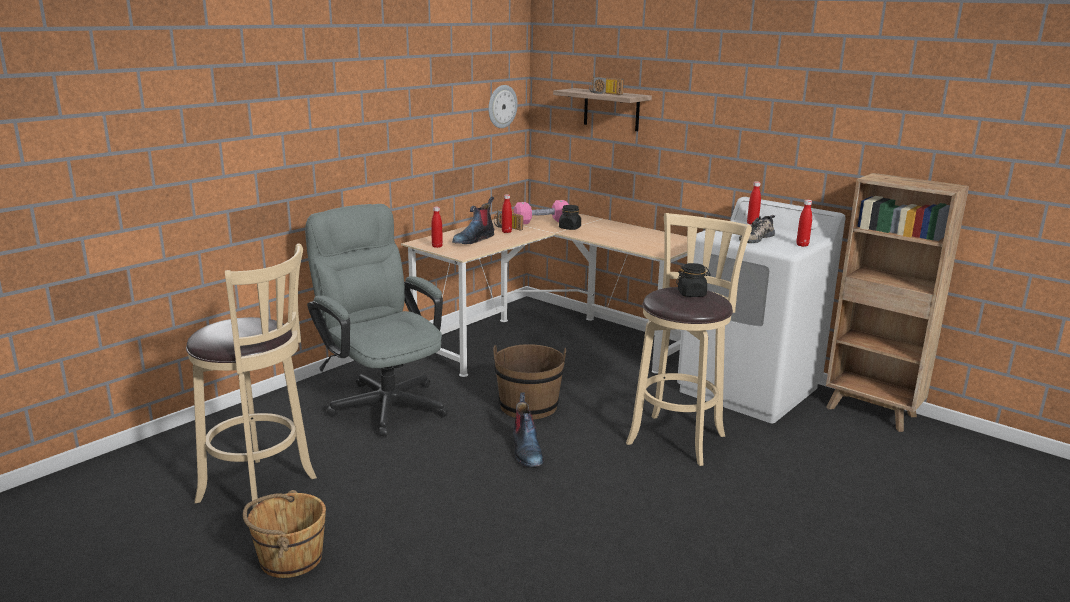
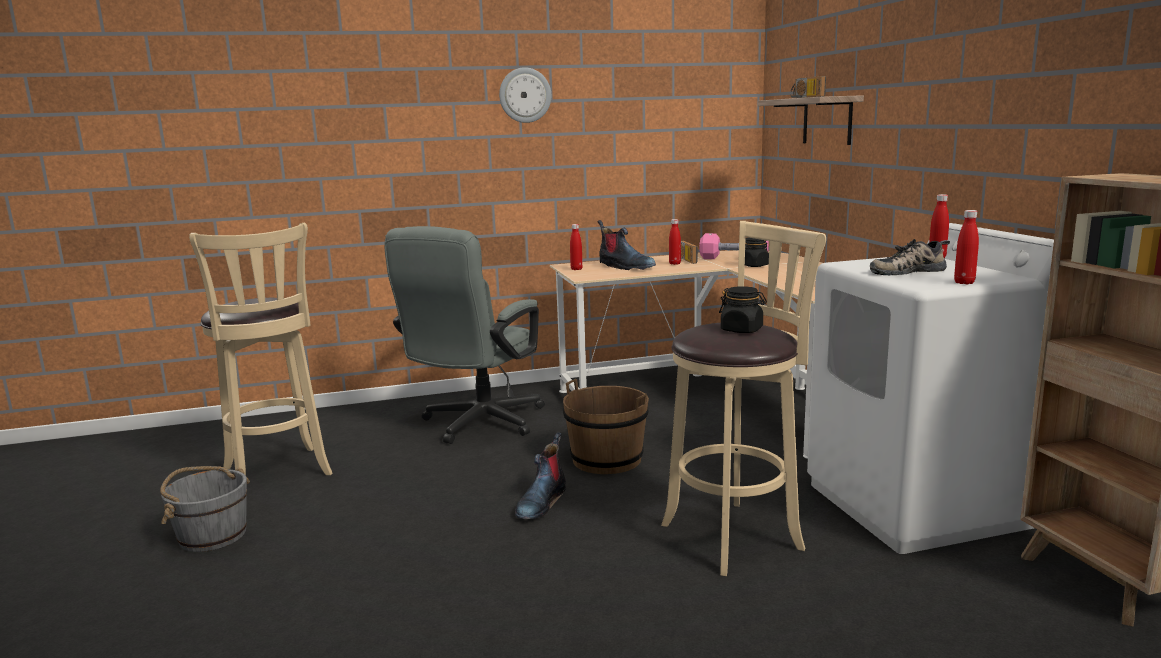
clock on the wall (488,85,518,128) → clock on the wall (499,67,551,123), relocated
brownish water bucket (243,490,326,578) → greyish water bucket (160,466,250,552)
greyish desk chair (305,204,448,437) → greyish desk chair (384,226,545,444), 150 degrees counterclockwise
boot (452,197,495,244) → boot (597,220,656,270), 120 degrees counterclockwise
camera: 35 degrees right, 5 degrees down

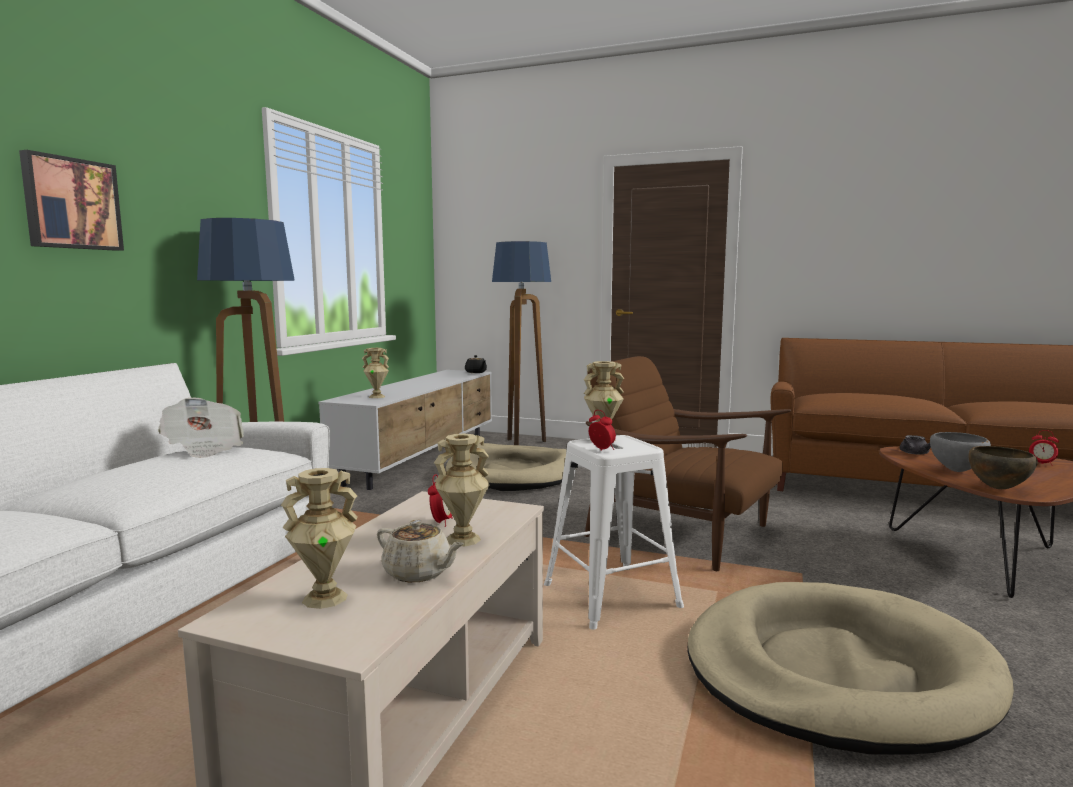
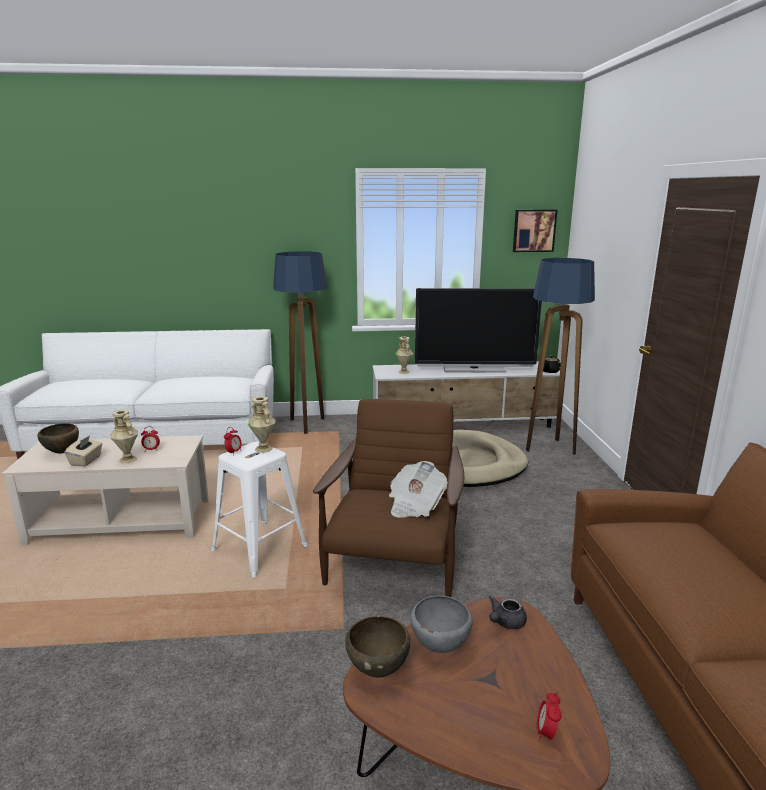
beige dog cushion (687,582,1014,755) → -
- → television (415,288,542,373)
wall picture (19,150,124,251) → wall picture (513,210,557,252), relocated
printed paper (158,398,244,458) → printed paper (389,461,448,518), relocated
beige vase (281,468,358,609) → brownish serving bowl (37,423,79,454)
beige teapot (377,520,464,582) → beige box of tissues (64,435,102,466)
camera: 65 degrees right, 10 degrees up

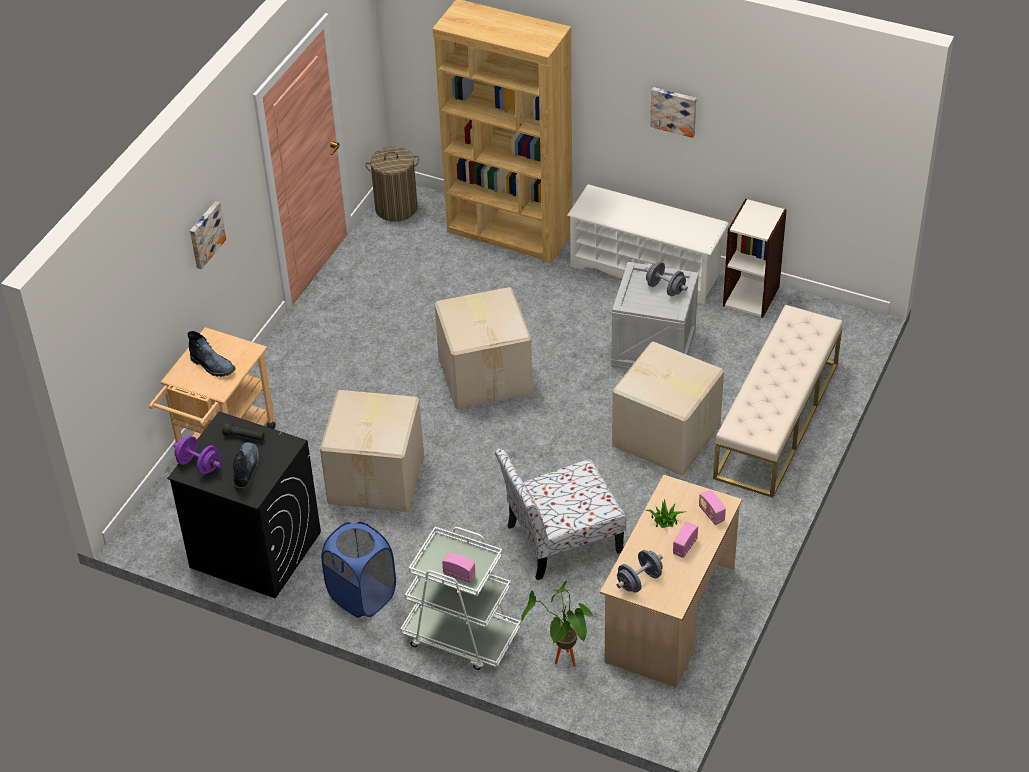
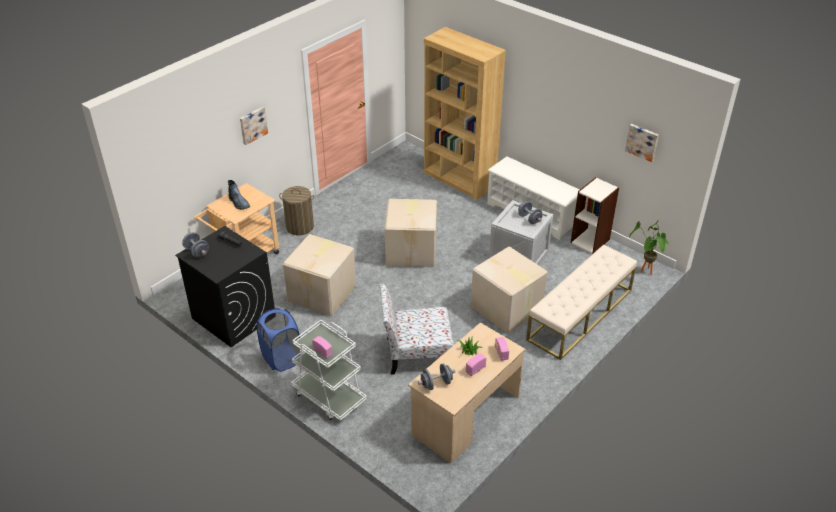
boot (233,442,259,492) → -
laundry basket (365,146,419,222) → laundry basket (279,186,314,235), relocated
plant in a pot (521,581,595,667) → plant in a pot (629,220,669,275), relocated
wall picture (650,87,697,138) → wall picture (625,124,659,162), relocated
purplish dumbbell (174,436,221,475) → greyish dumbbell (182,232,209,258)
camera: 15 degrees right, 5 degrees down

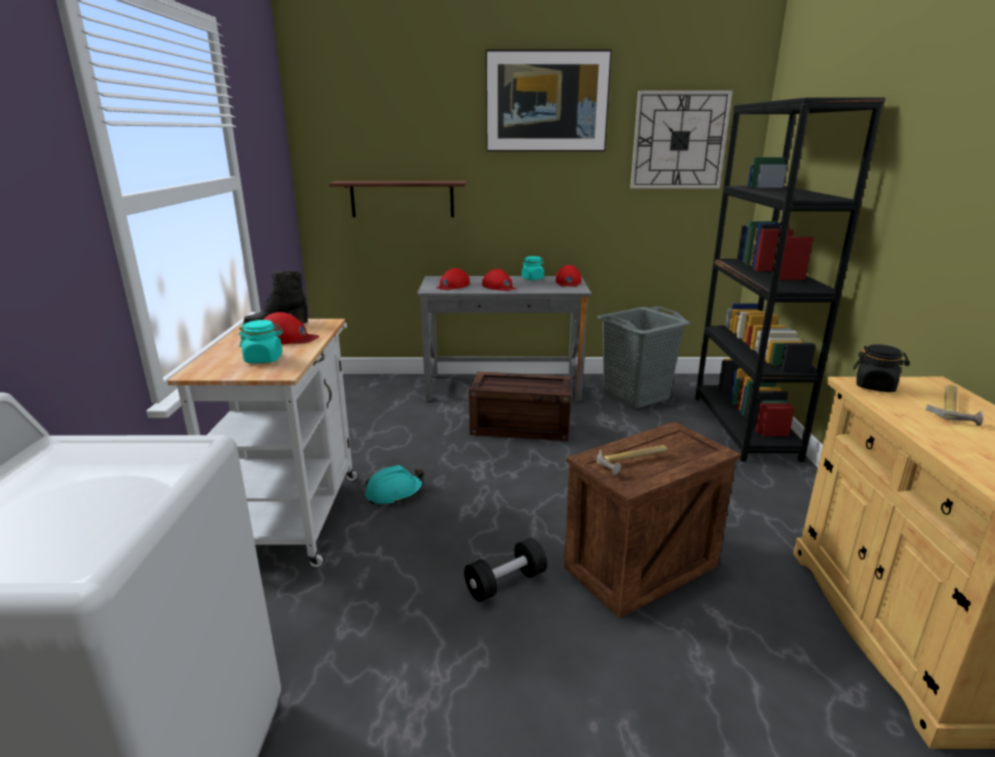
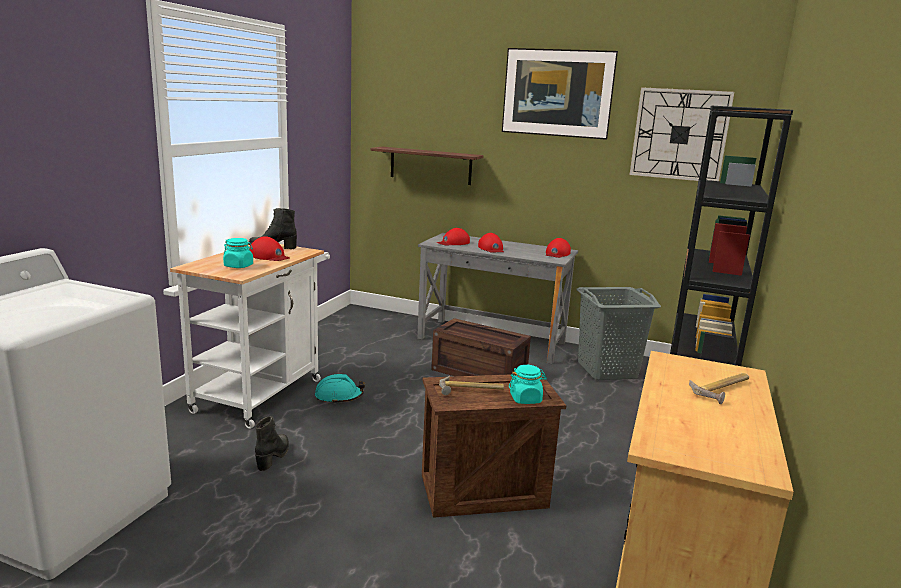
black-coloured dumbbell (464,538,547,602) → -
black-coloured storage jar (854,344,909,392) → -
- → black-coloured boot (255,416,289,471)
turquoise-coloured storage jar (522,256,544,280) → turquoise-coloured storage jar (509,365,547,404), relocated
camera: 20 degrees right, 5 degrees down

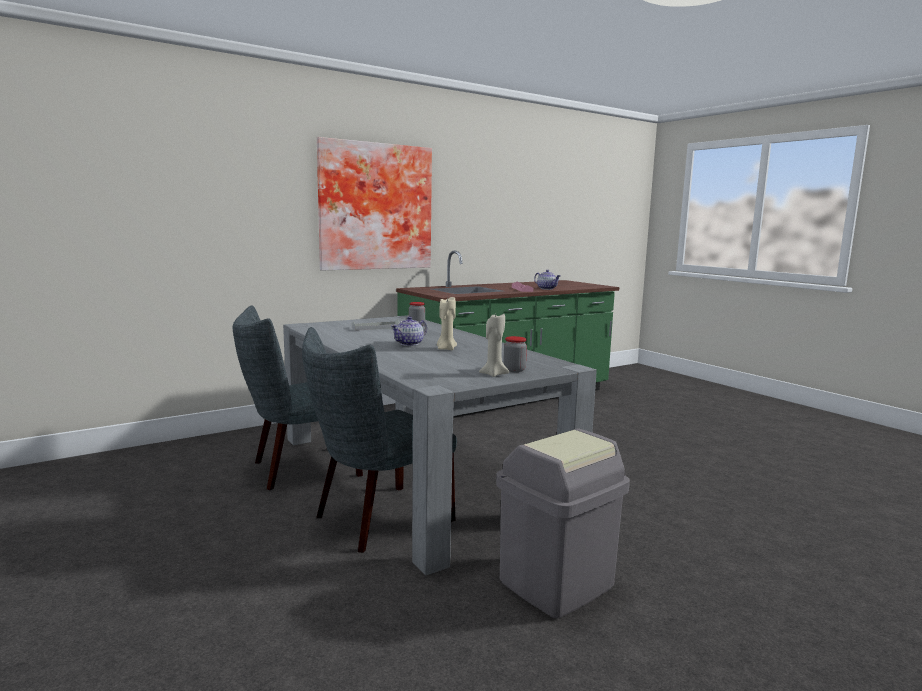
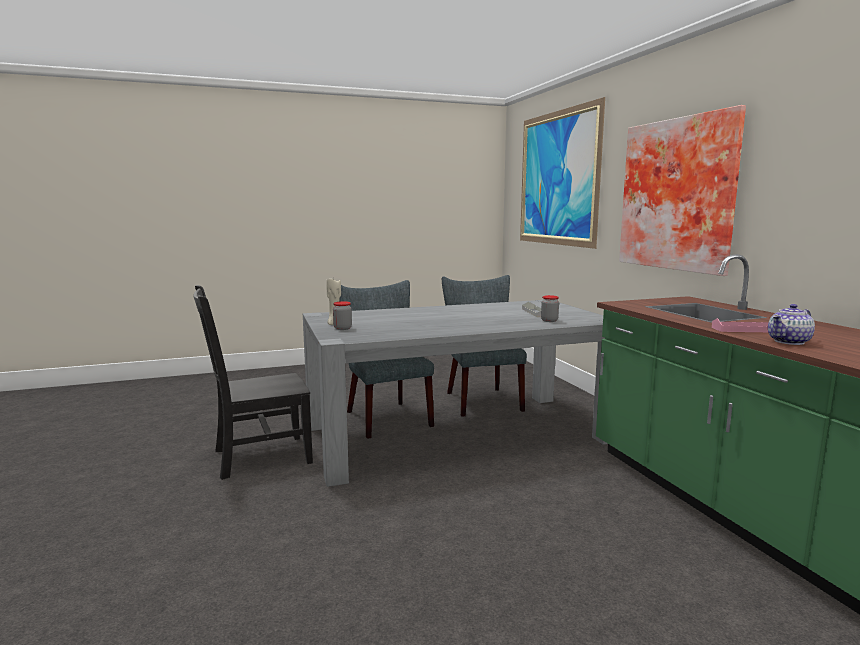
teapot (391,316,427,346) → -
beige wax light (437,297,457,350) → -
- → wall picture (520,97,605,249)
greyish trash can (496,429,630,618) → black-coloured plain chair (193,285,313,480)
camera: 105 degrees right, 0 degrees up

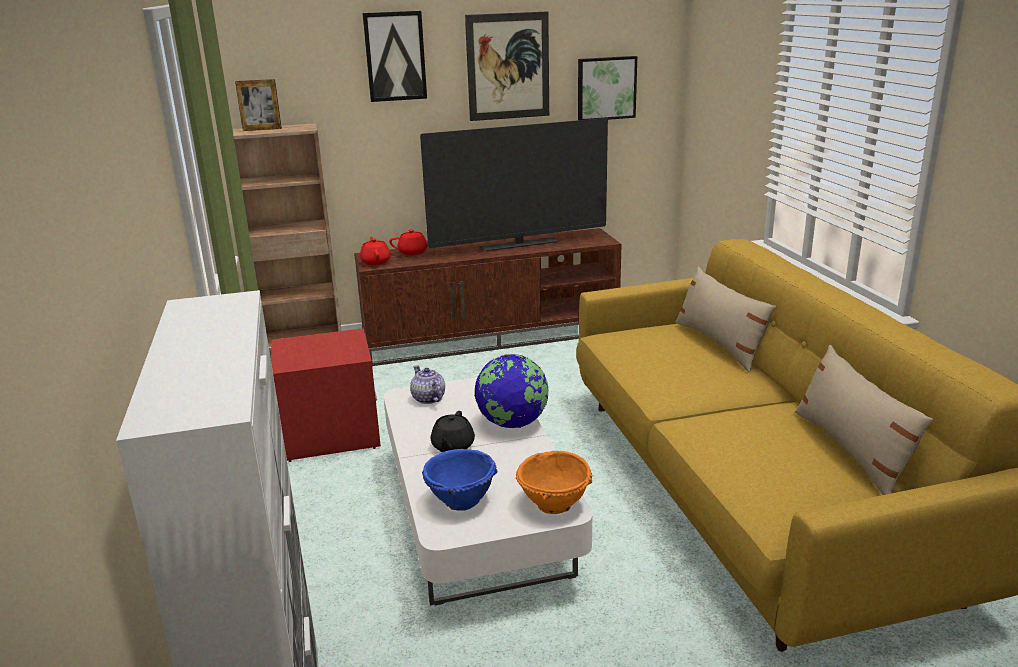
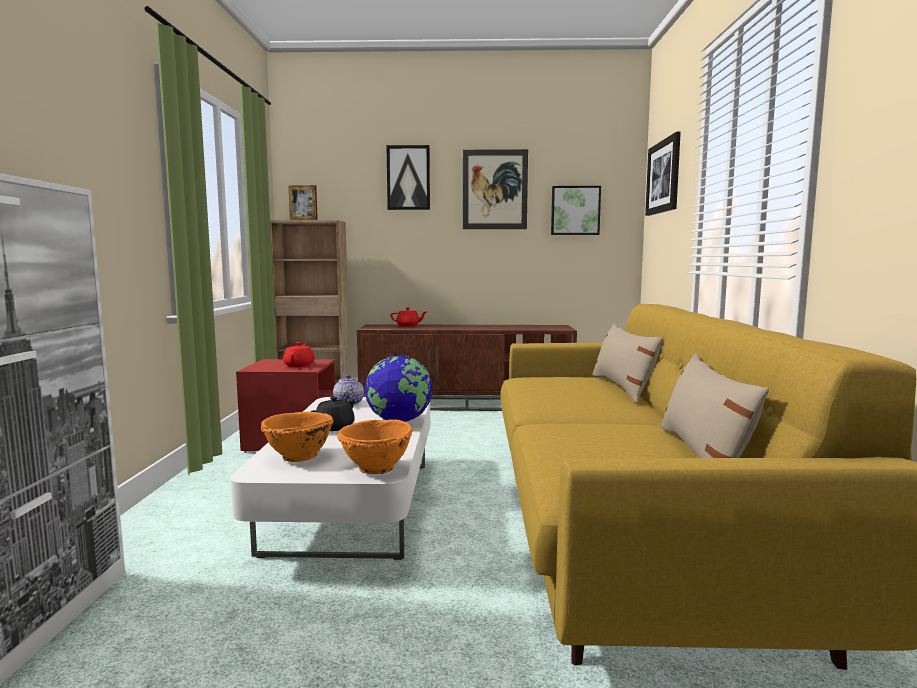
television (420,118,608,251) → -
- → wall picture (645,131,681,216)
reddish teapot (360,237,391,265) → reddish teapot (283,342,315,367), relocated
bluish serving bowl (422,449,497,511) → orange serving bowl (261,412,334,462)
camera: 15 degrees right, 15 degrees down

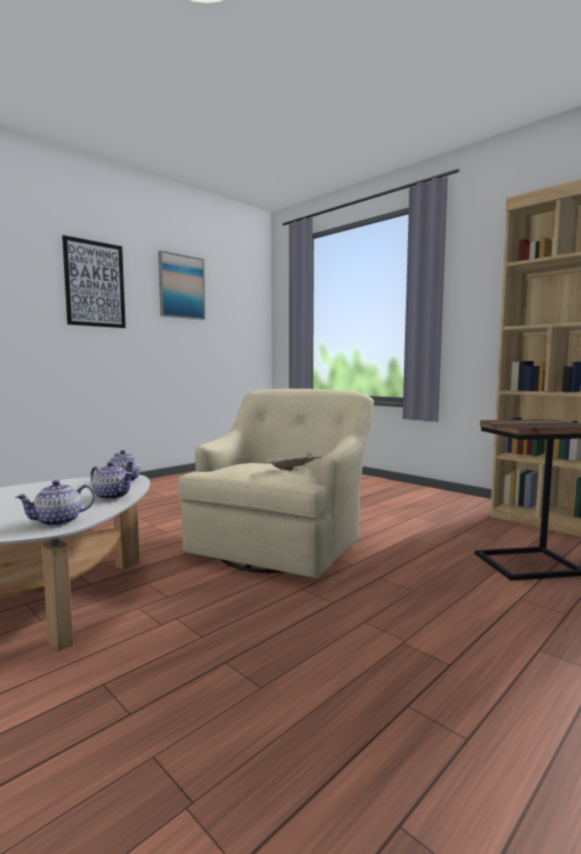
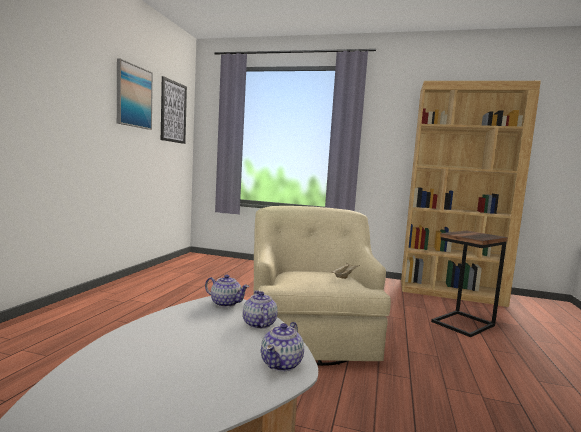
wall picture (62,235,126,328) → wall picture (161,76,187,144), relocated
teapot (90,462,133,500) → teapot (243,291,278,329), 105 degrees counterclockwise
camera: 30 degrees left, 0 degrees up

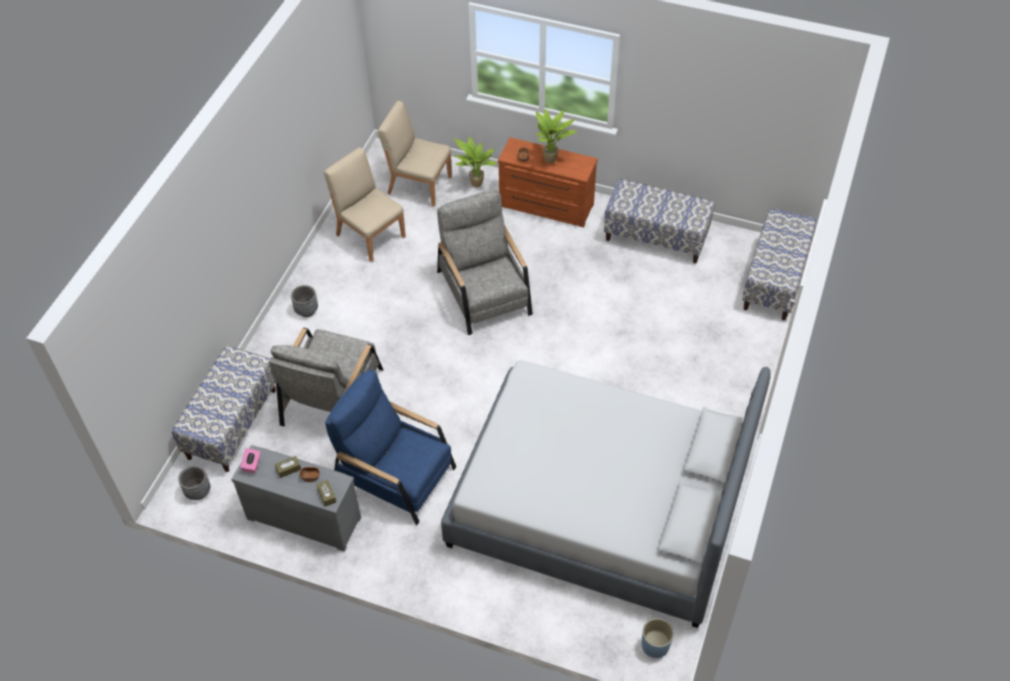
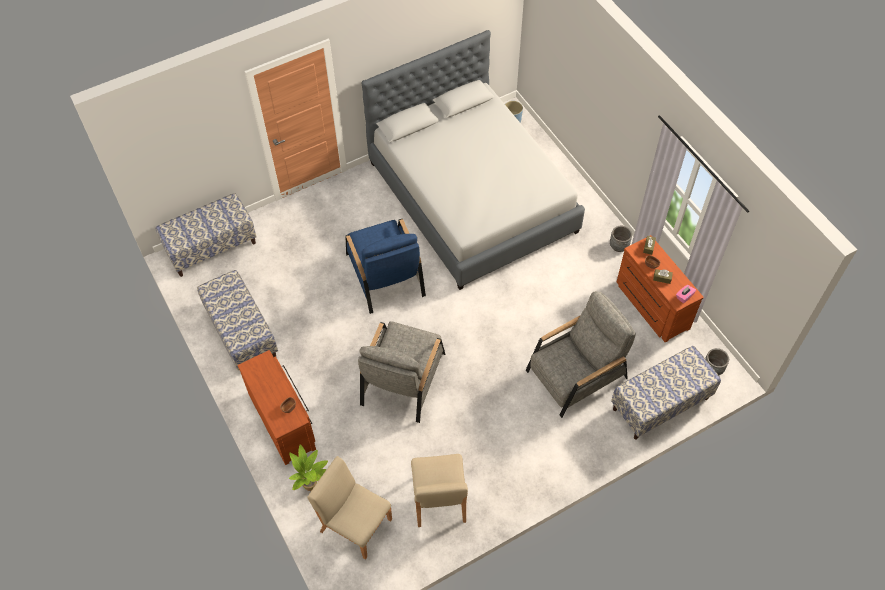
plant in a pot (535,109,577,164) → -
greyish planter (291,285,318,317) → greyish planter (610,226,632,252), relocated
bluish armchair (325,370,456,525) → bluish armchair (345,219,426,314), relocated
greyish drawer chest (231,445,361,551) → brownish drawer chest (617,235,704,343)
beige plain chair (378,101,452,207) → beige plain chair (308,456,392,560), 150 degrees clockwise
camera: 140 degrees left, 5 degrees up

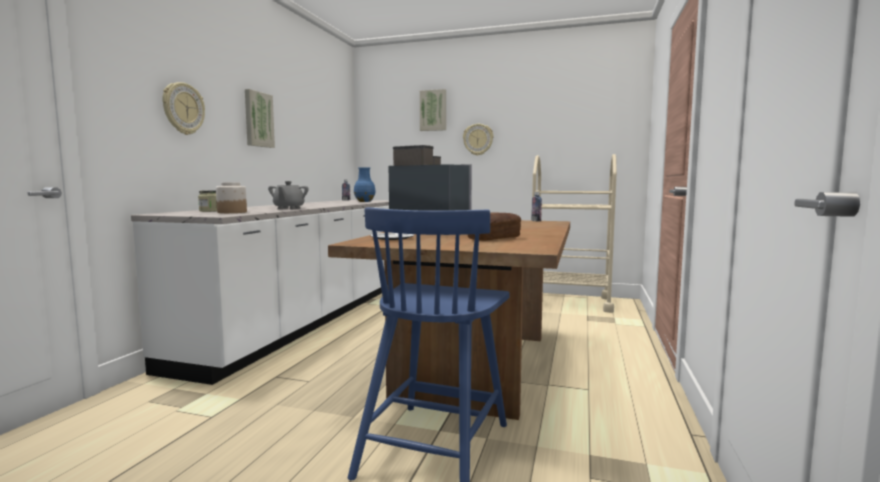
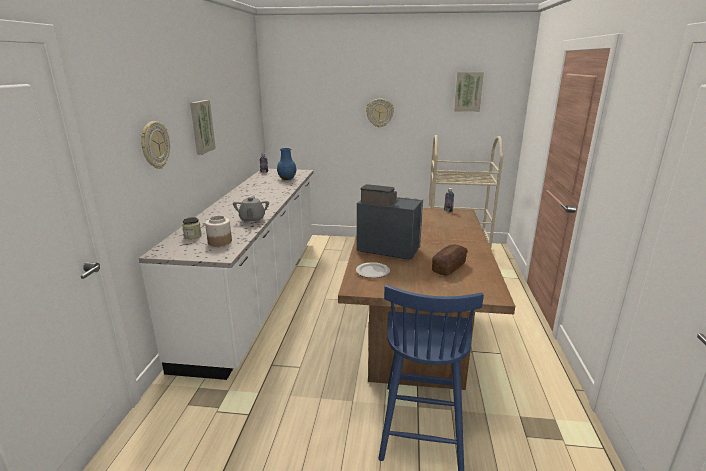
wall picture (420,89,446,131) → wall picture (454,72,484,112), relocated
camera: 10 degrees left, 15 degrees up

